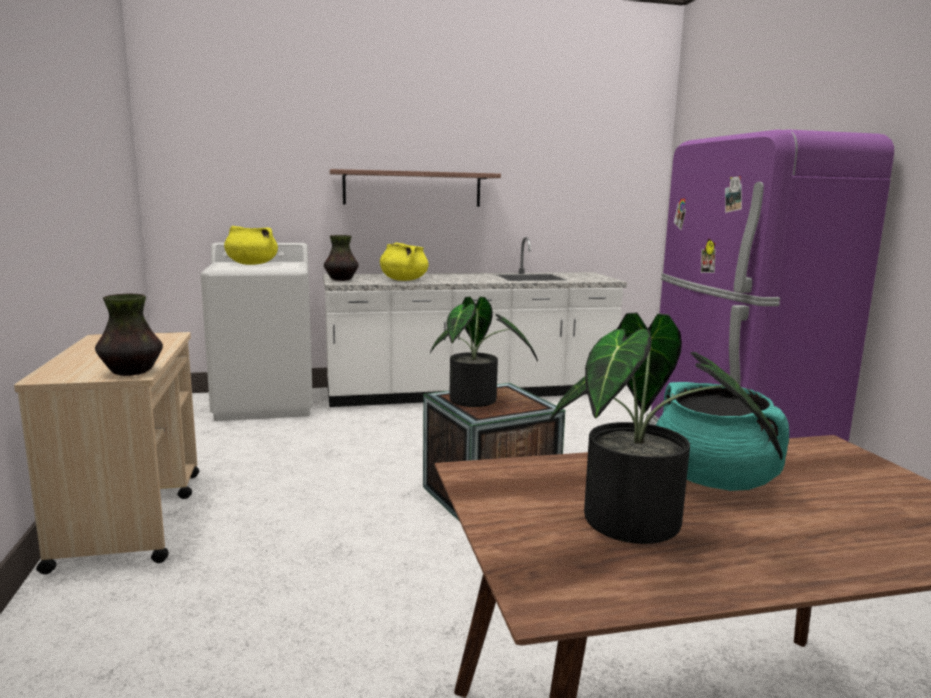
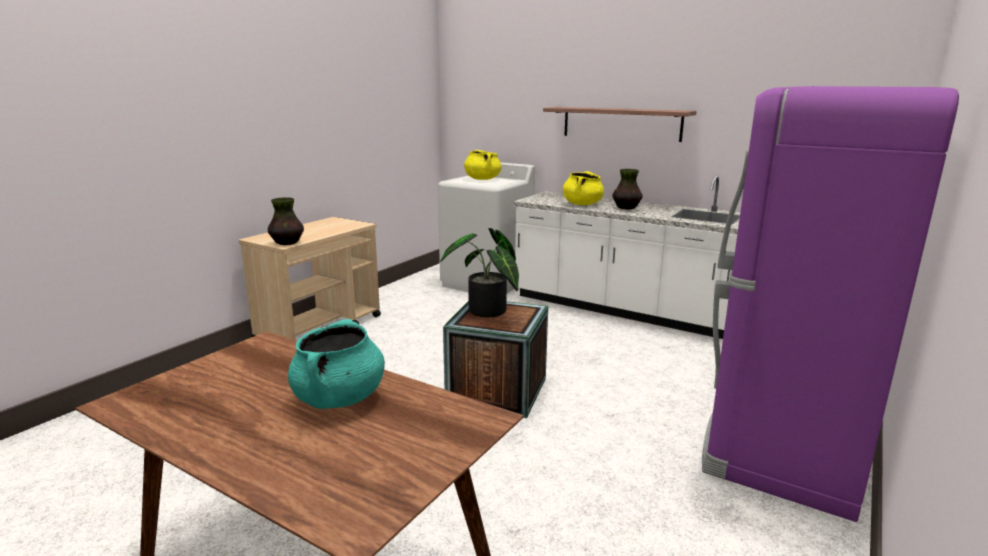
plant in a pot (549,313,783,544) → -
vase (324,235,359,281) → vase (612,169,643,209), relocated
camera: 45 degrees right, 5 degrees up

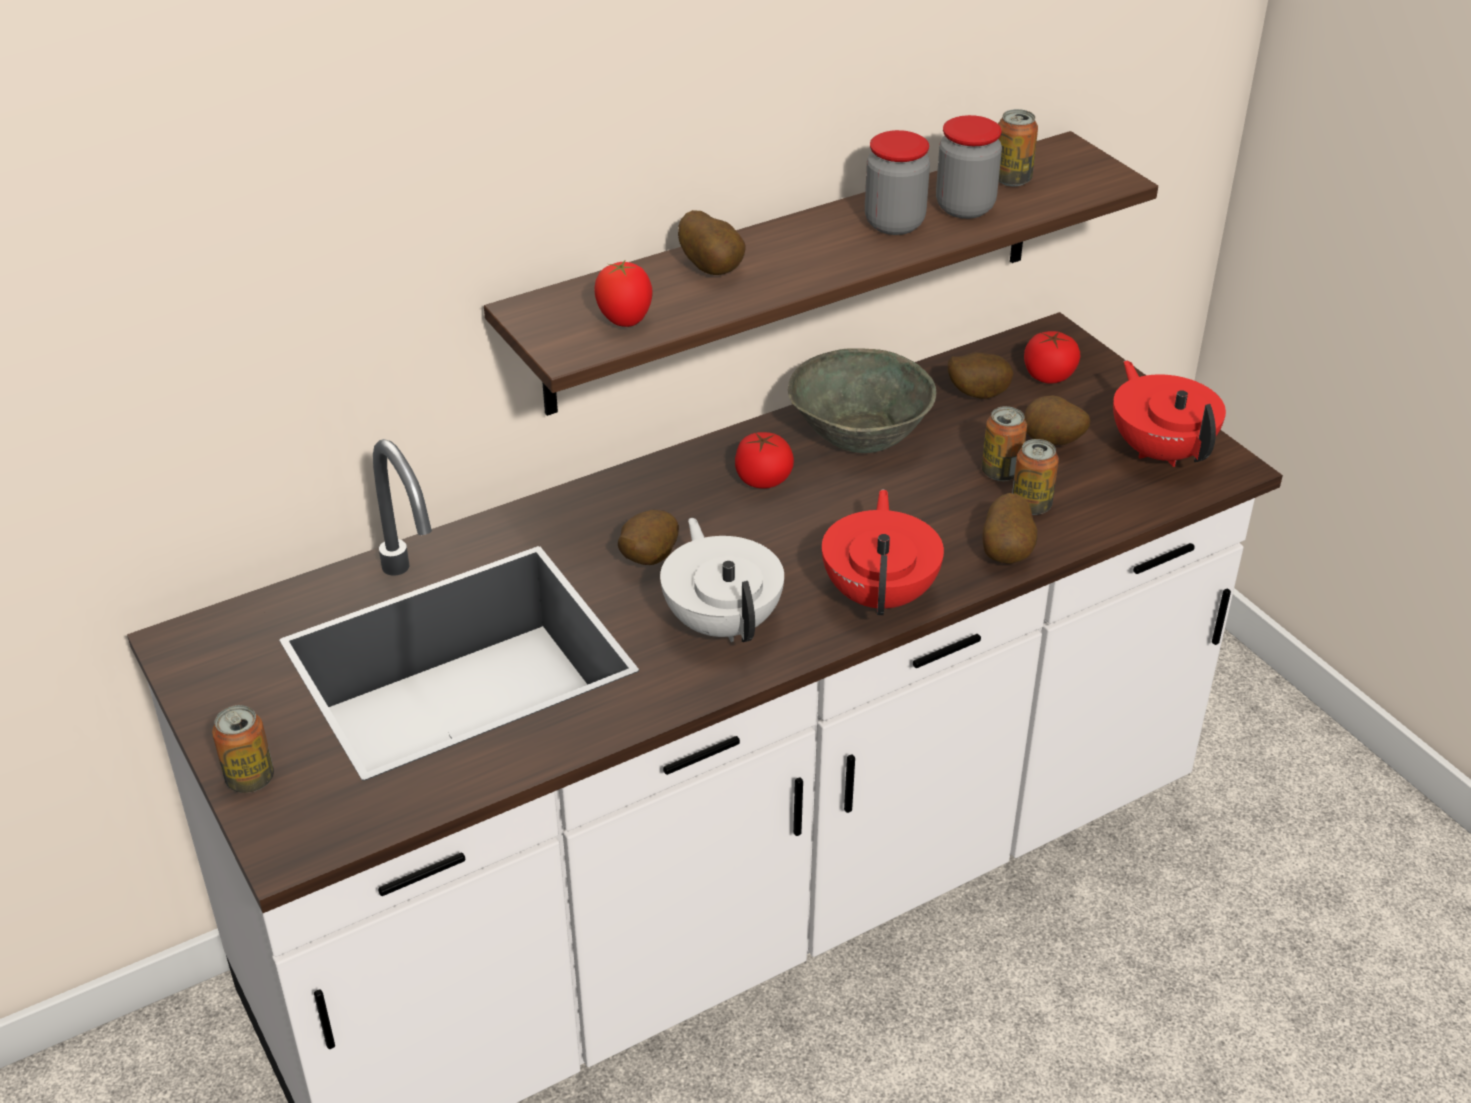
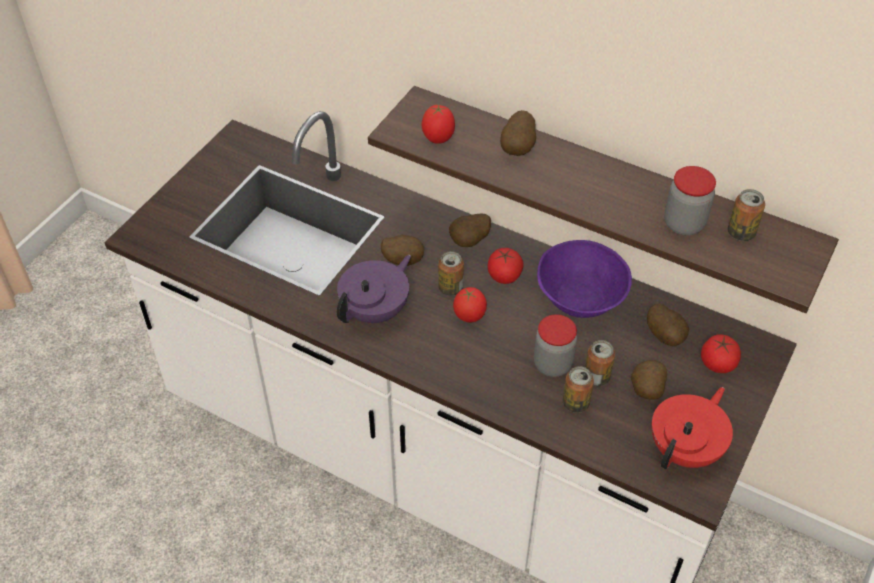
reddish teapot (822,489,944,615) → -
- → whole tomato (453,287,487,322)
can (212,705,274,793) → can (438,251,464,296), relocated
storage jar (865,130,930,235) → storage jar (534,314,577,377), relocated
whole potato (982,493,1037,564) → whole potato (449,214,491,247), relocated
whitish teapot (660,518,784,642) → purplish teapot (337,255,411,323)
greyish serving bowl (788,348,936,453) → purplish serving bowl (537,240,632,318)
camera: 60 degrees right, 10 degrees up

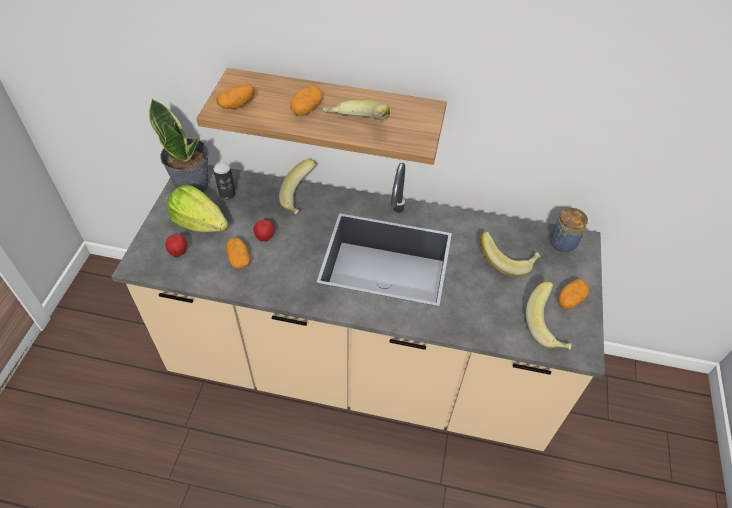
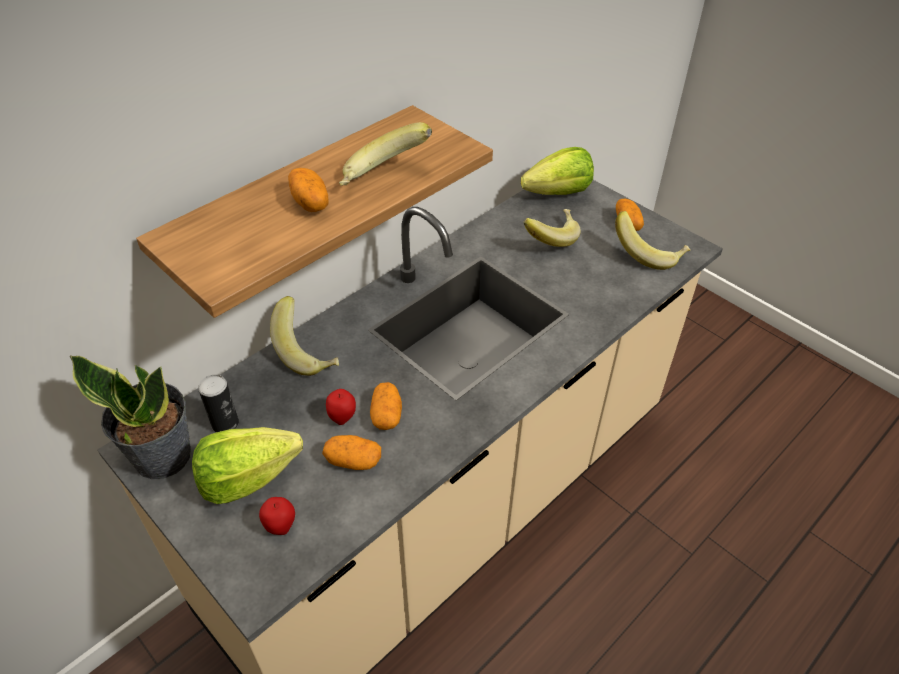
whole potato (216,83,255,109) → whole potato (370,382,402,430), relocated
storage jar (550,208,588,252) → lettuce head (521,147,594,195)
camera: 55 degrees left, 5 degrees down

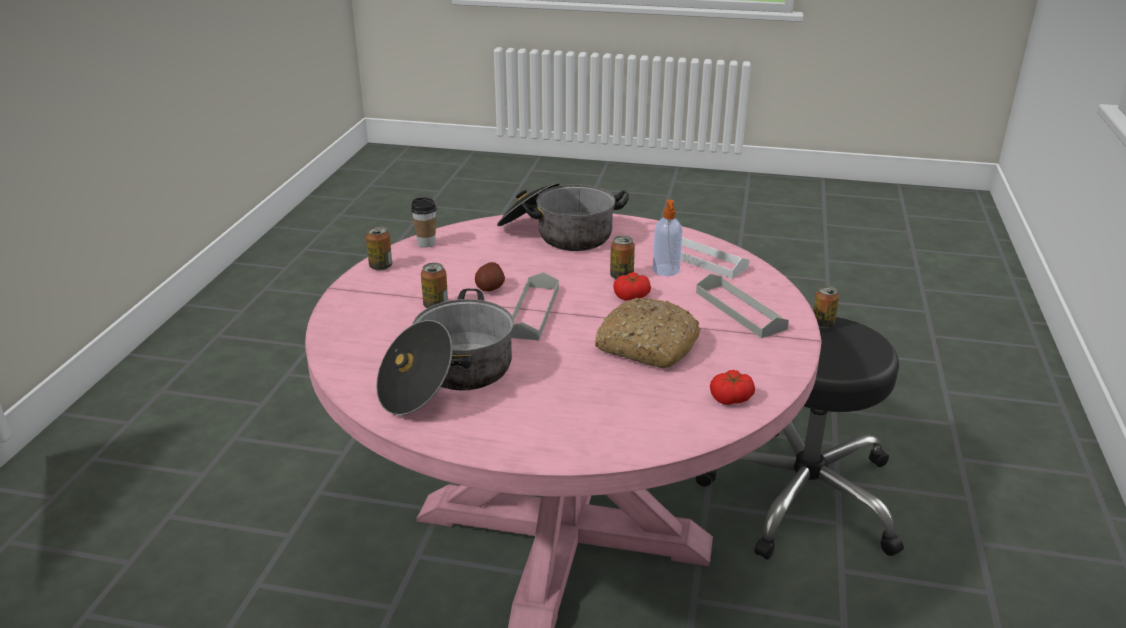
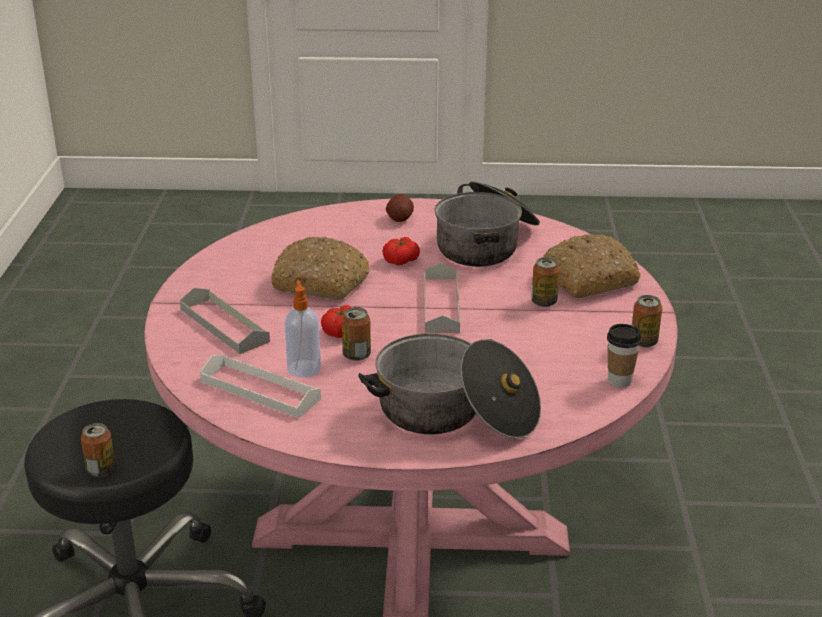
- → bread (543,234,640,298)
whole potato (475,262,505,292) → whole potato (386,194,414,222), relocated
whole tomato (710,370,755,405) → whole tomato (382,237,420,265), relocated
camera: 170 degrees right, 0 degrees up

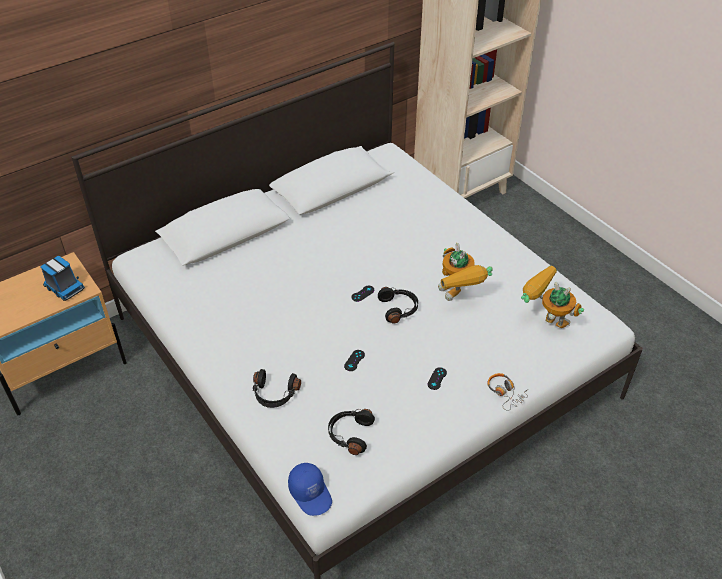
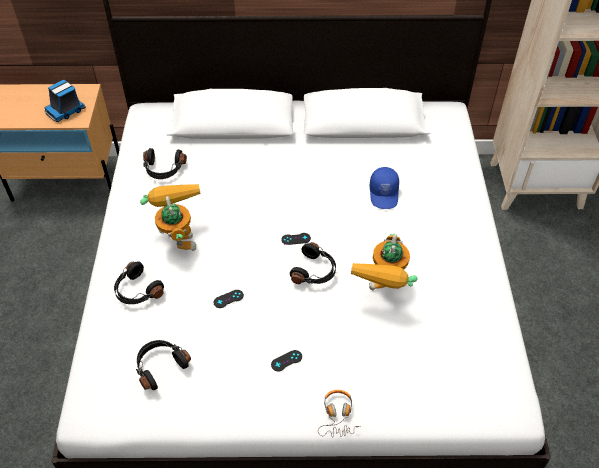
- → black-coloured headphones (143,148,187,179)
bluish baseball cap (288,463,332,516) → bluish baseball cap (370,167,399,209), relocated
toy robot (521,266,584,328) → toy robot (140,184,201,251), relocated
toy lorry (40,256,85,301) → toy lorry (44,80,86,122), 60 degrees clockwise
camera: 35 degrees right, 5 degrees up

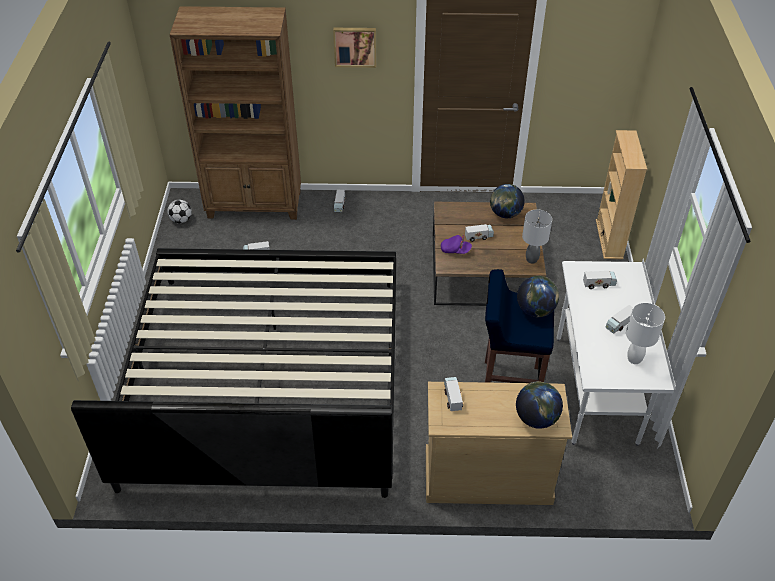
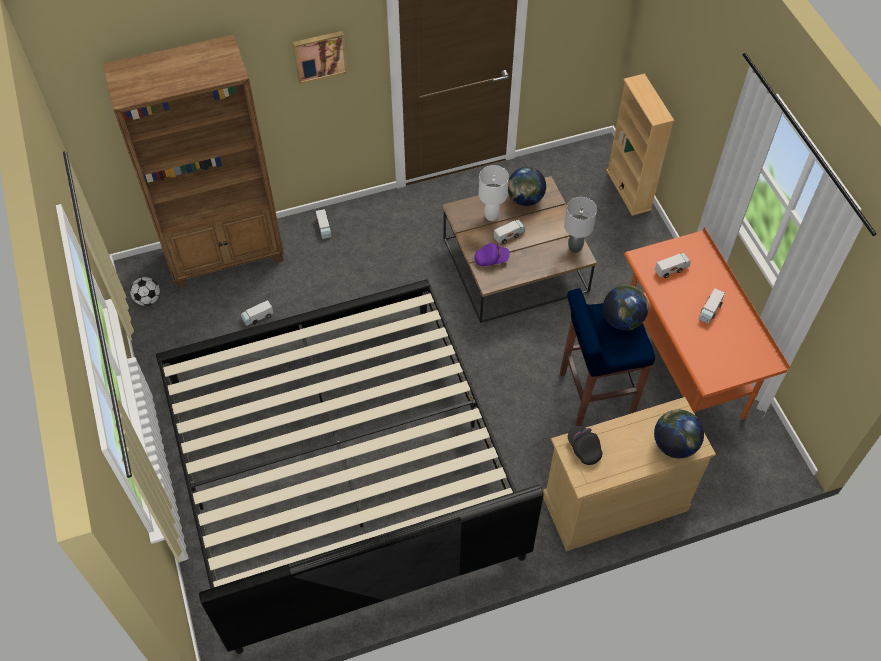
whitish table lamp (626,303,665,364) → whitish table lamp (479,165,509,221), relocated
toy lorry (444,377,463,411) → black-coloured baseball cap (568,426,603,465)
whitish desk table (557,258,676,446) → orange desk table (624,227,790,421)
camera: 20 degrees left, 10 degrees up

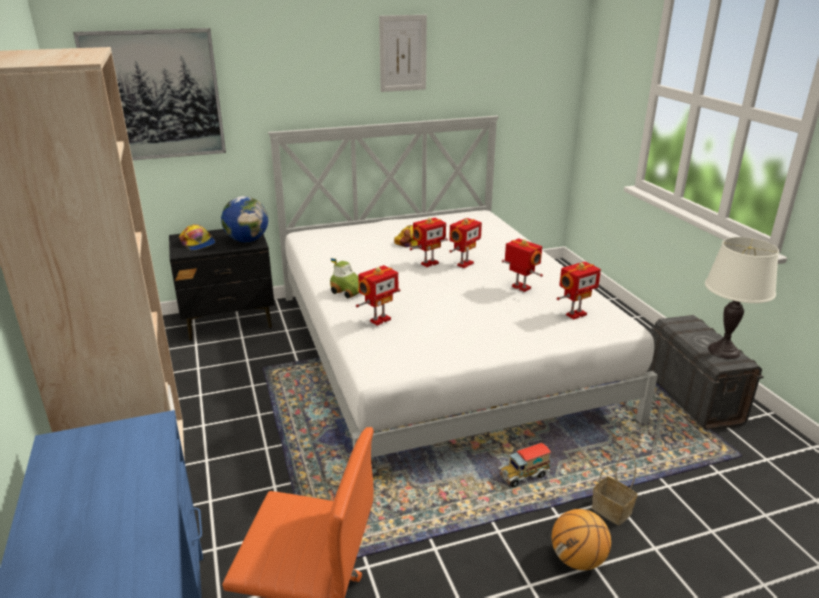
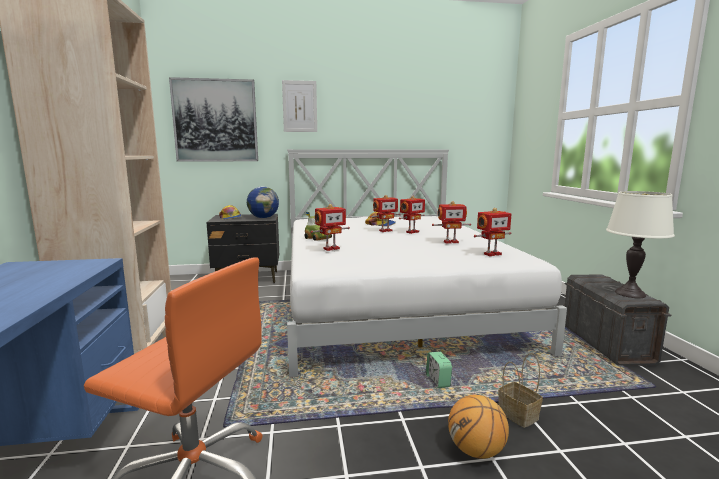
wall picture (379,15,427,92) → wall picture (282,80,317,132), relocated
toy lorry (499,443,551,488) → table clock (426,352,452,388)
toy robot (502,238,543,292) → toy robot (432,201,471,243), 120 degrees clockwise
camera: 10 degrees right, 15 degrees down

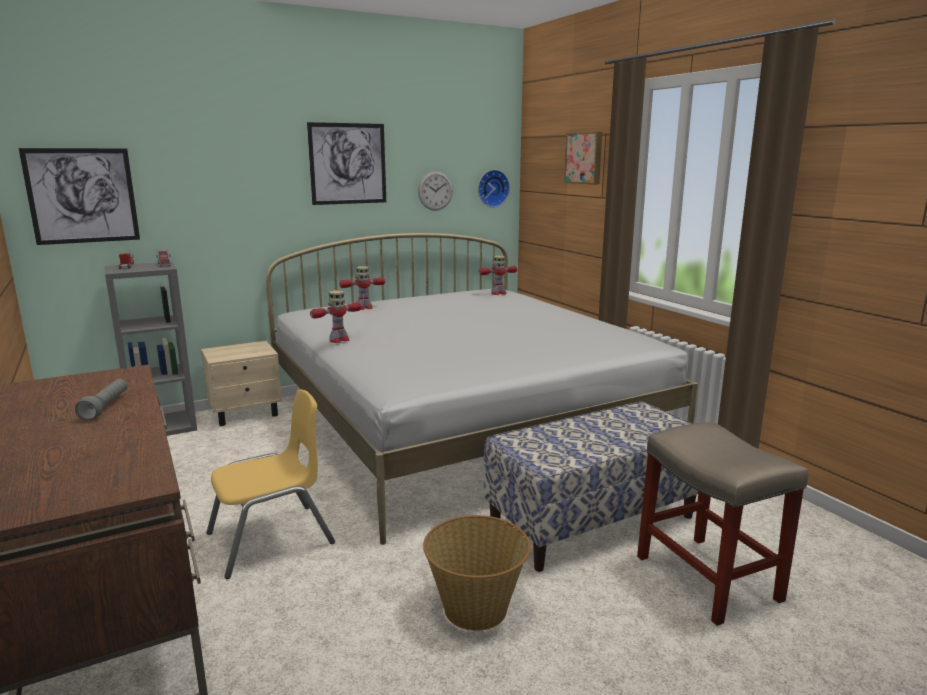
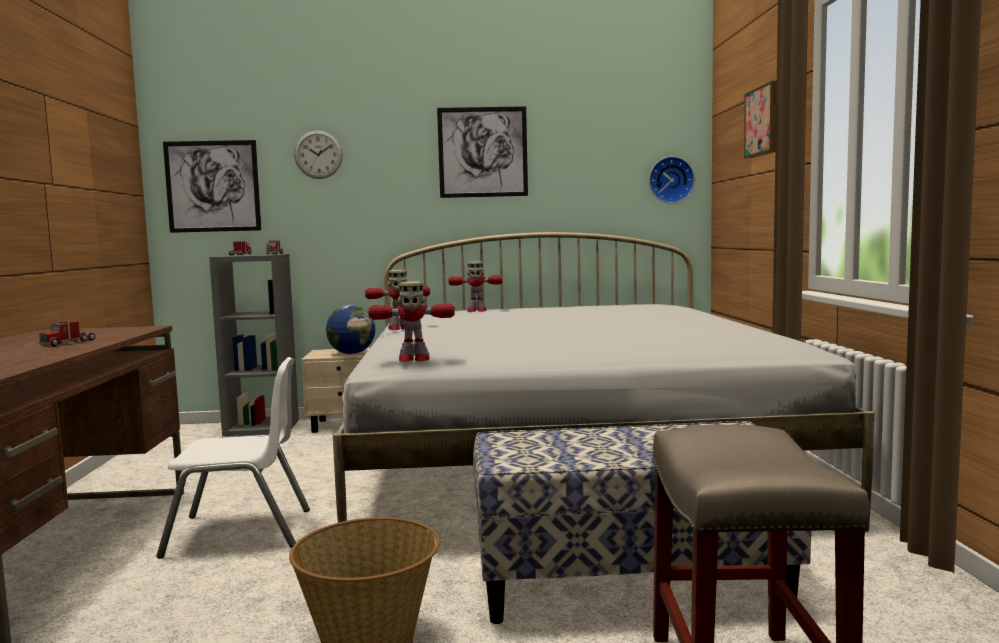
- → globe (326,305,375,354)
clock on the wall (418,171,453,211) → clock on the wall (294,130,343,179), relocated
toy robot (479,256,518,295) → toy robot (368,281,455,362), relocated
greyish torch (75,379,127,421) → toy lorry (39,318,95,346)
yellow plain chair (206,389,335,579) → whitish plain chair (156,357,310,559)
camera: 25 degrees right, 10 degrees down

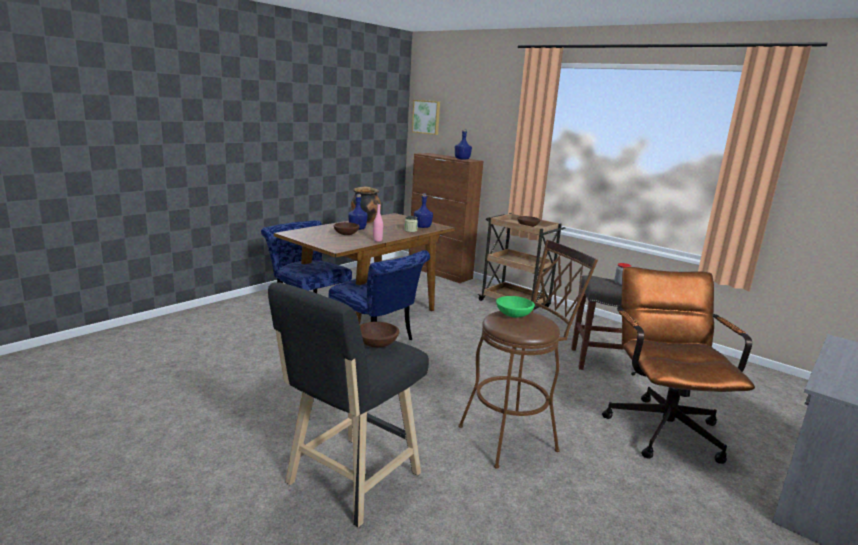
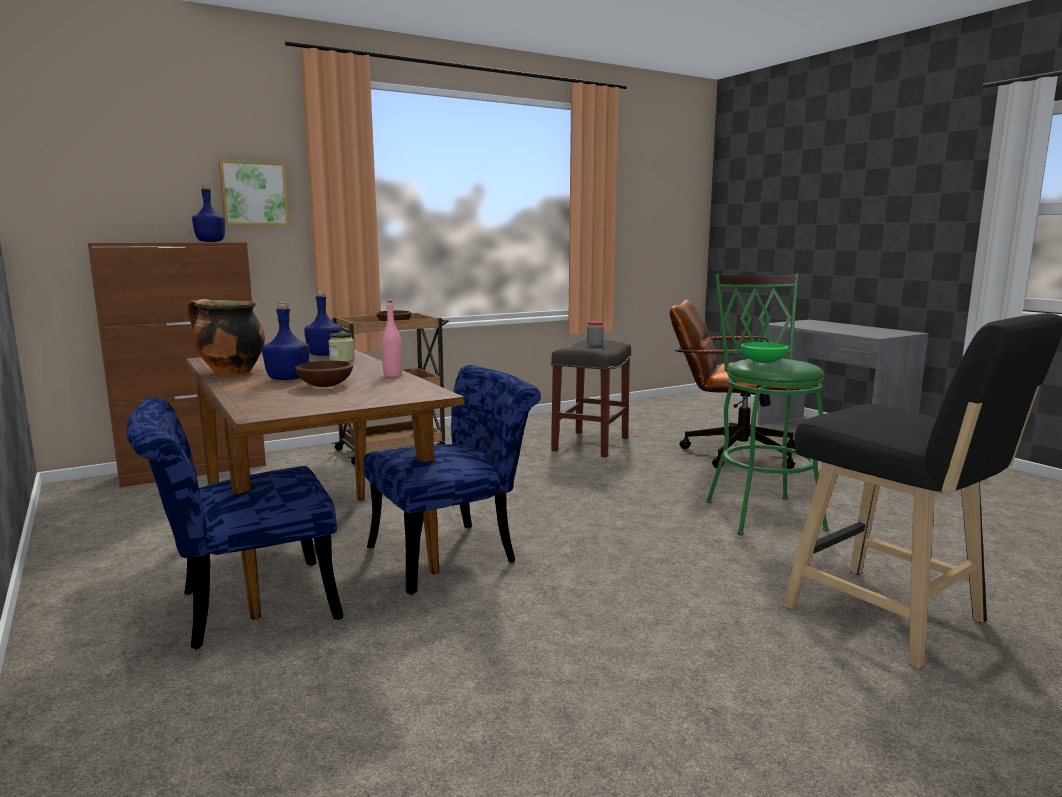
brownish serving bowl (360,322,399,348) → -
wall picture (412,100,440,135) → wall picture (219,160,289,225), relocated
brownish stool seat (458,240,598,469) → greenish stool seat (706,274,829,536)
camera: 70 degrees left, 5 degrees down

